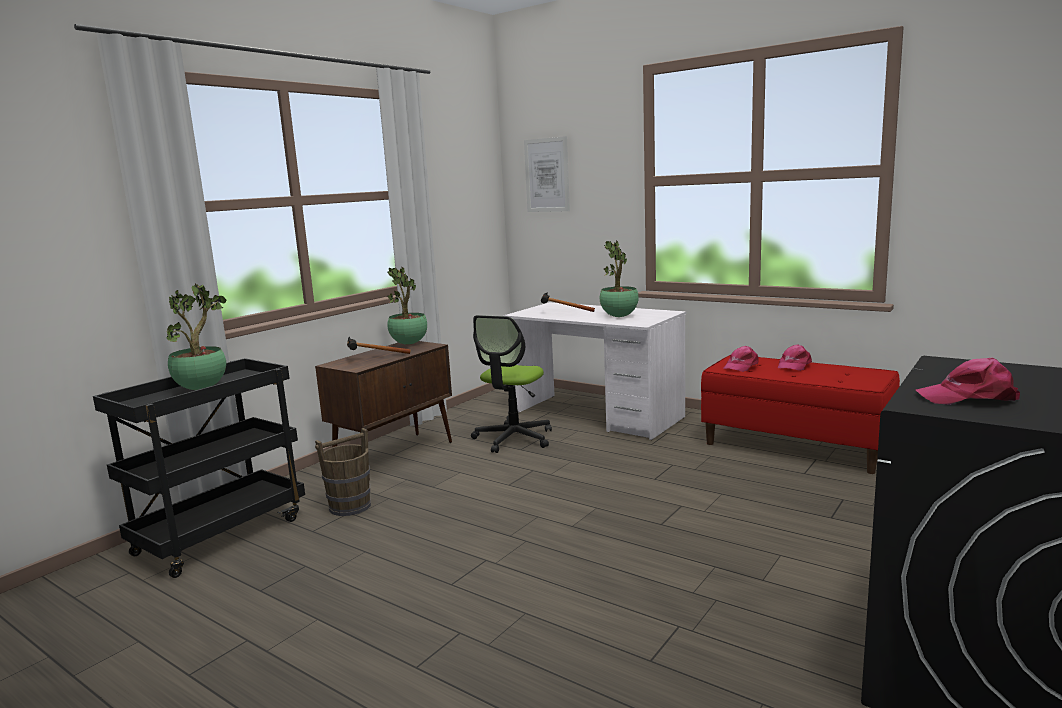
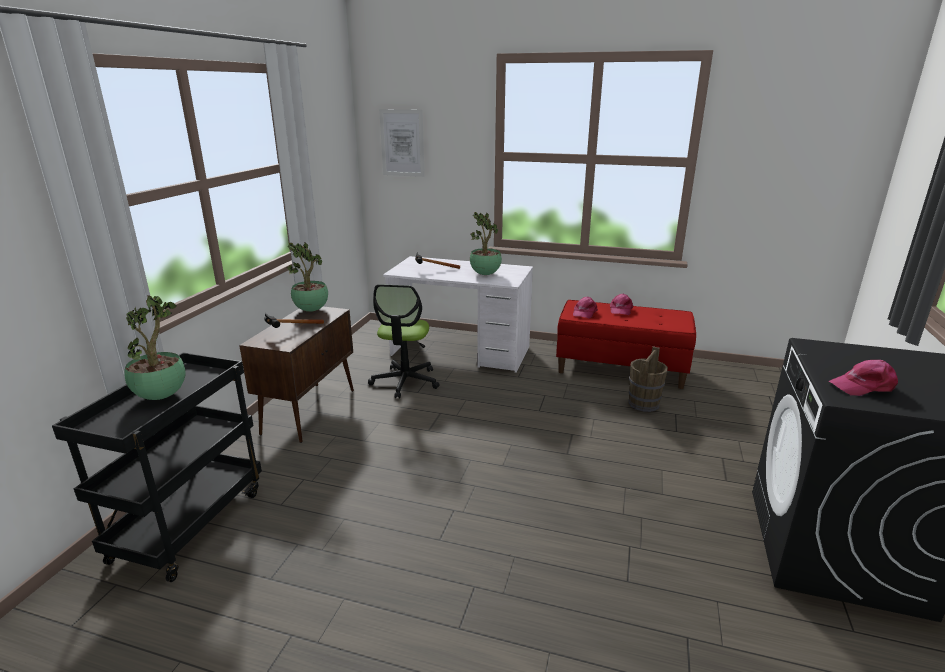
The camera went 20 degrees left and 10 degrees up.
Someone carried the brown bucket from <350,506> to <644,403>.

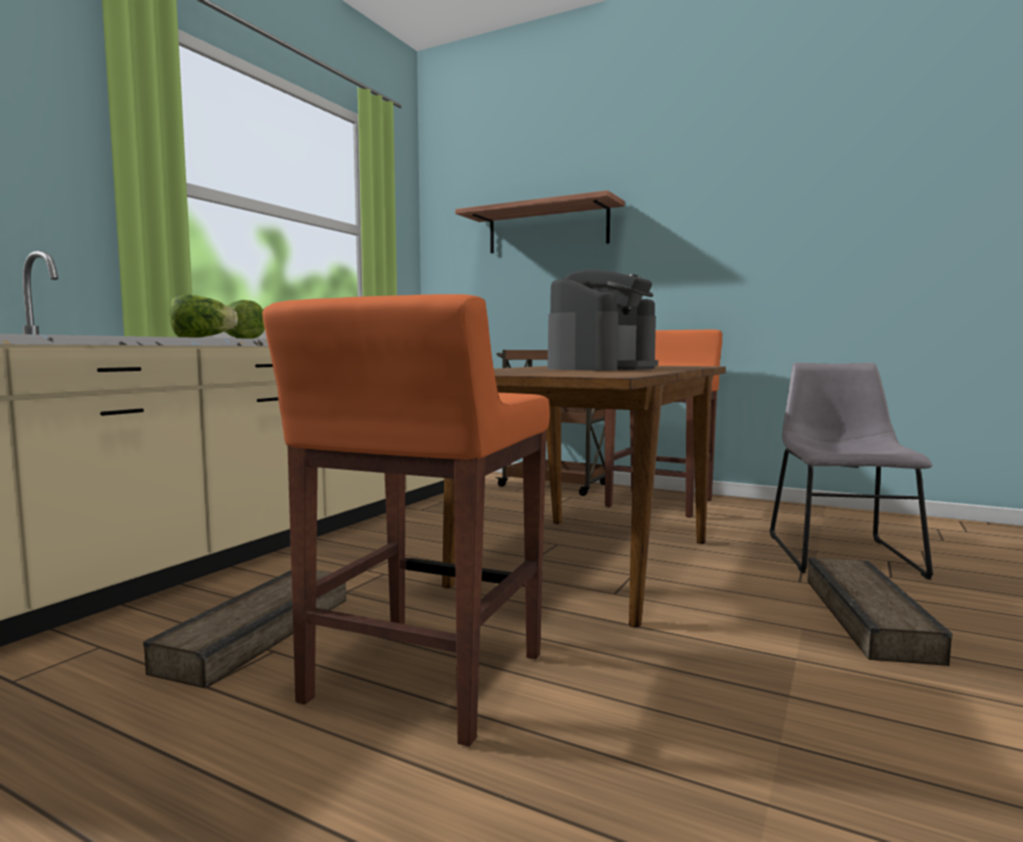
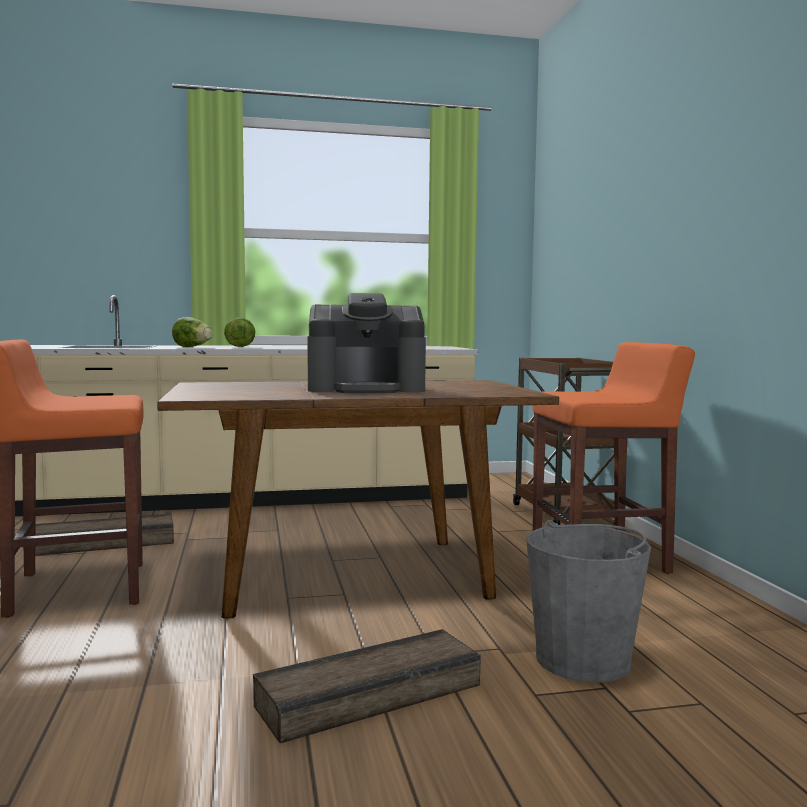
The camera went 50 degrees right and 0 degrees up.
Someone took away the shelf at <547,229>.
Someone swapped the grey chair at <840,553> for the grey bucket at <583,659>.

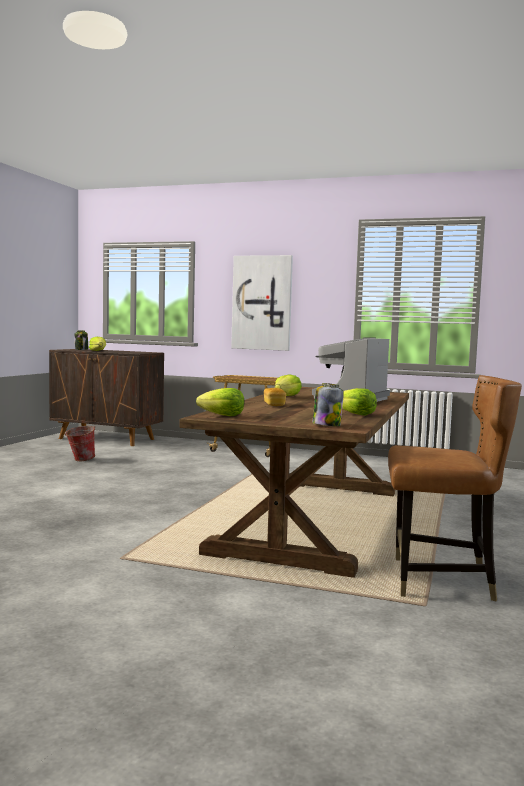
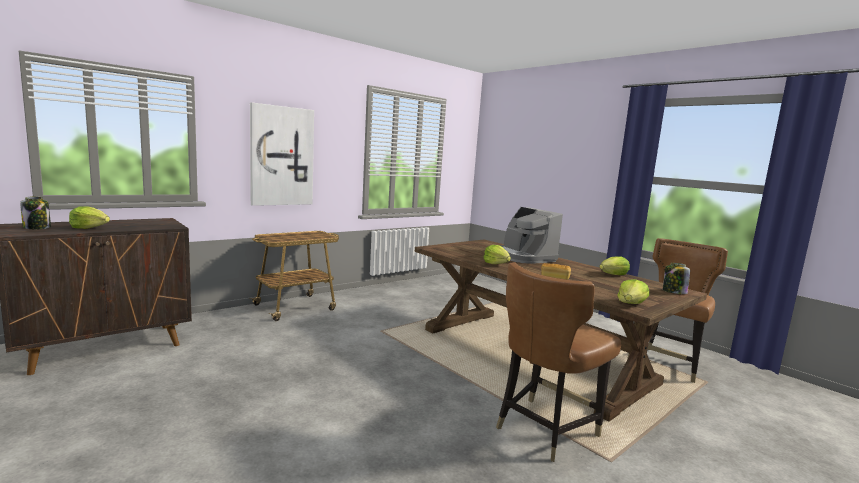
The camera went 60 degrees left and 5 degrees up.
Someone took away the bucket at <80,460>.
Someone put down the brown chair at <544,429>.

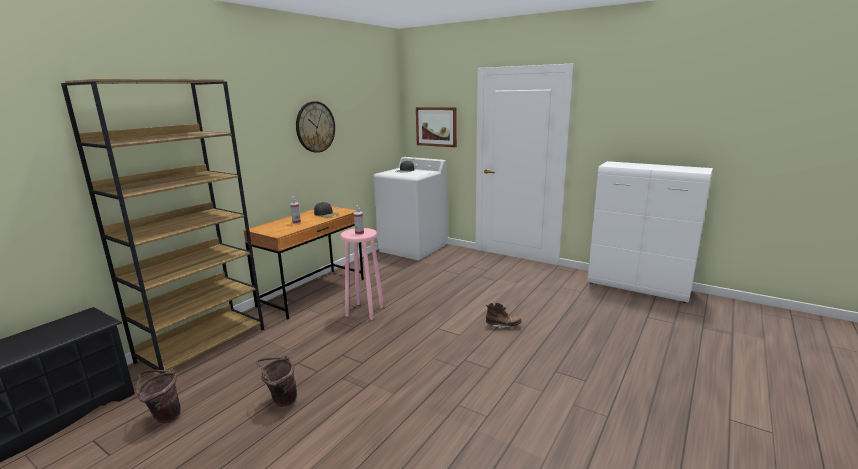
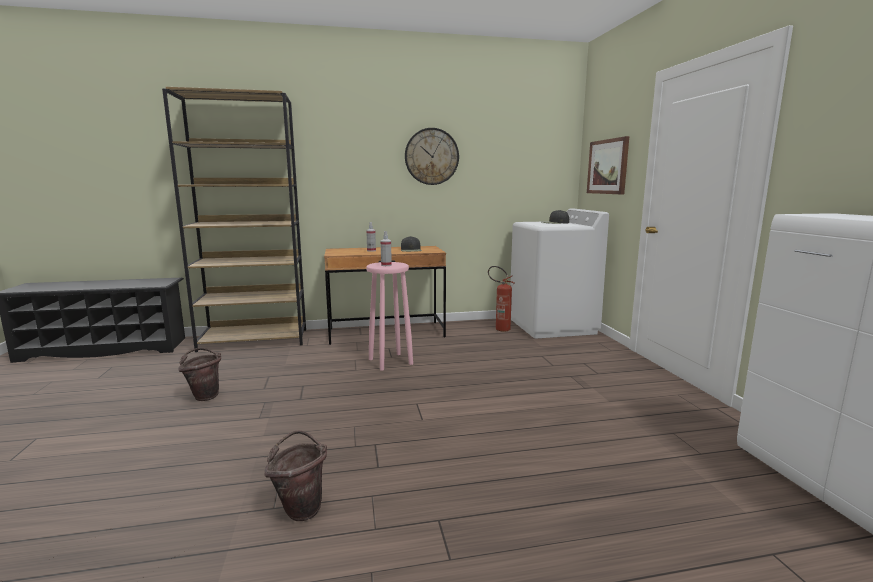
The camera went 45 degrees right and 5 degrees down.
Someone took away the brown boot at <503,326>.
Someone carried the brown bucket from <164,416> to <301,507>.
Someone put down the fire extinguisher at <499,329>.

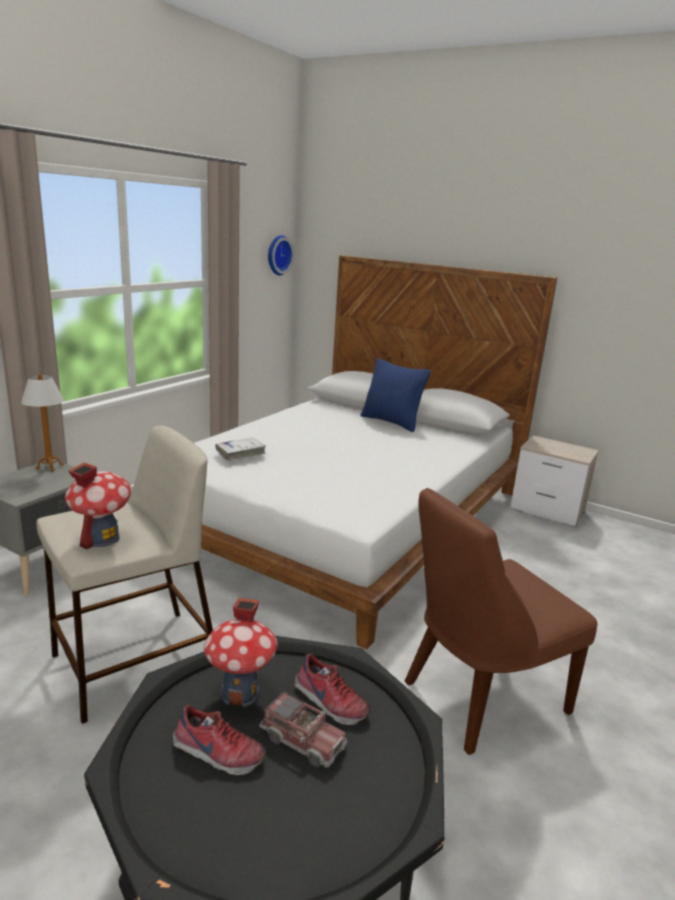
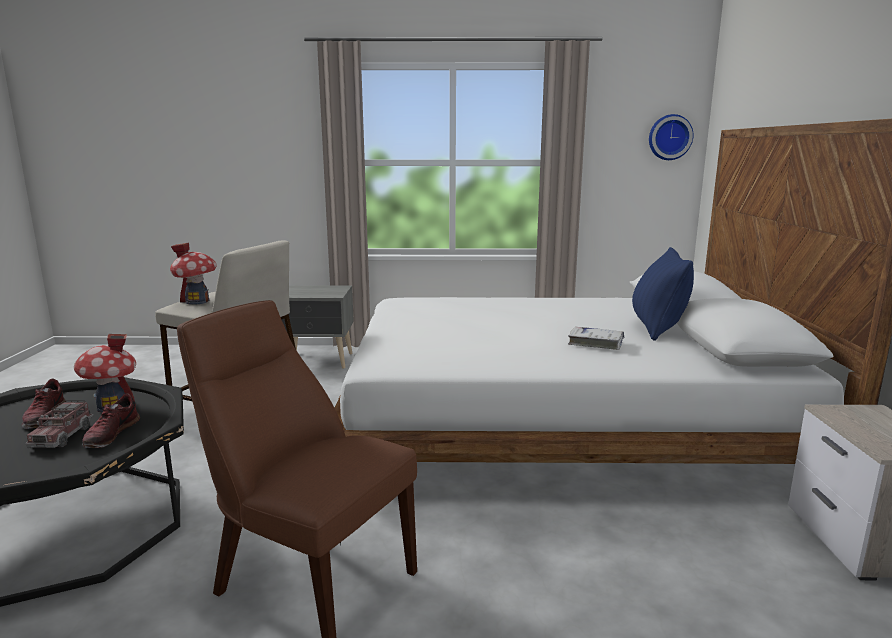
The camera went 60 degrees right and 5 degrees down.
Someone took away the table lamp at <49,467>.
Someone carried the white book from <240,453> to <596,343>.

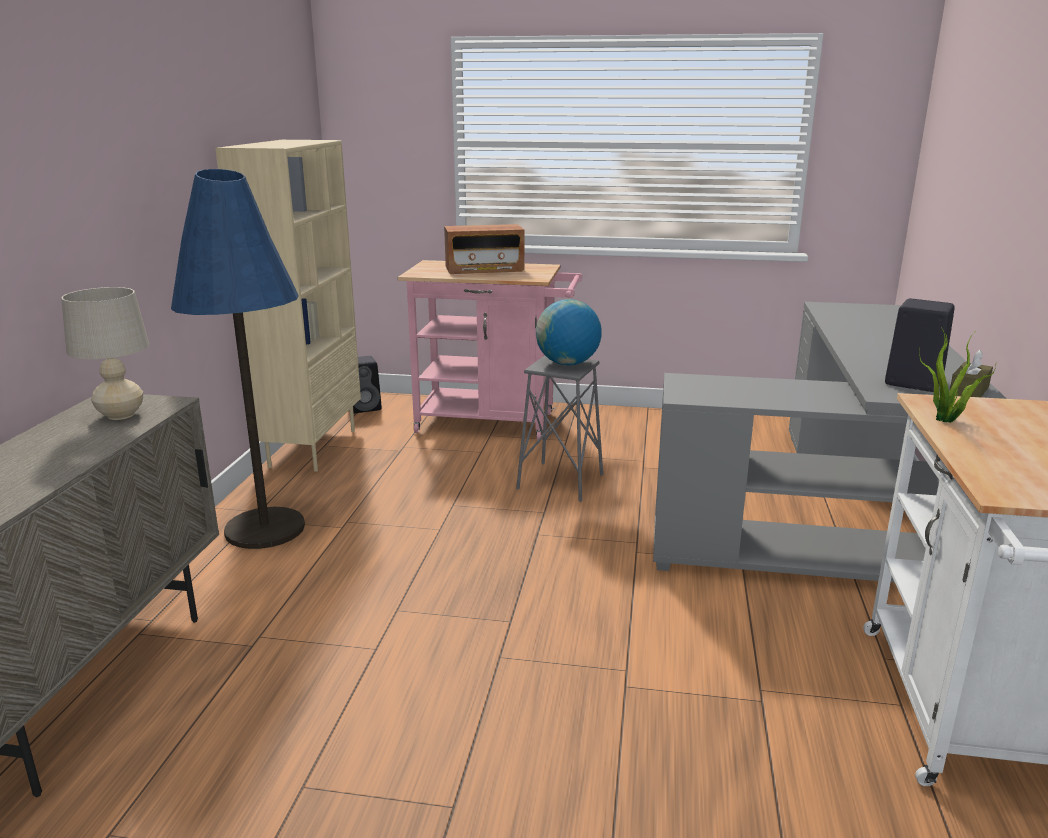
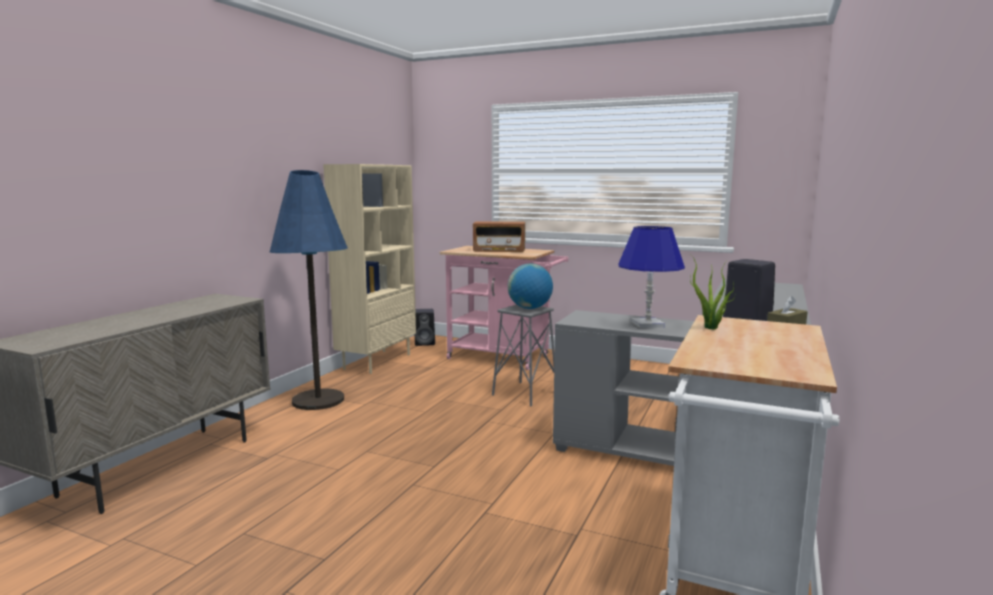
The camera went 15 degrees right and 10 degrees down.
Someone took away the beige table lamp at <121,415>.
Someone put down the blue table lamp at <647,324>.

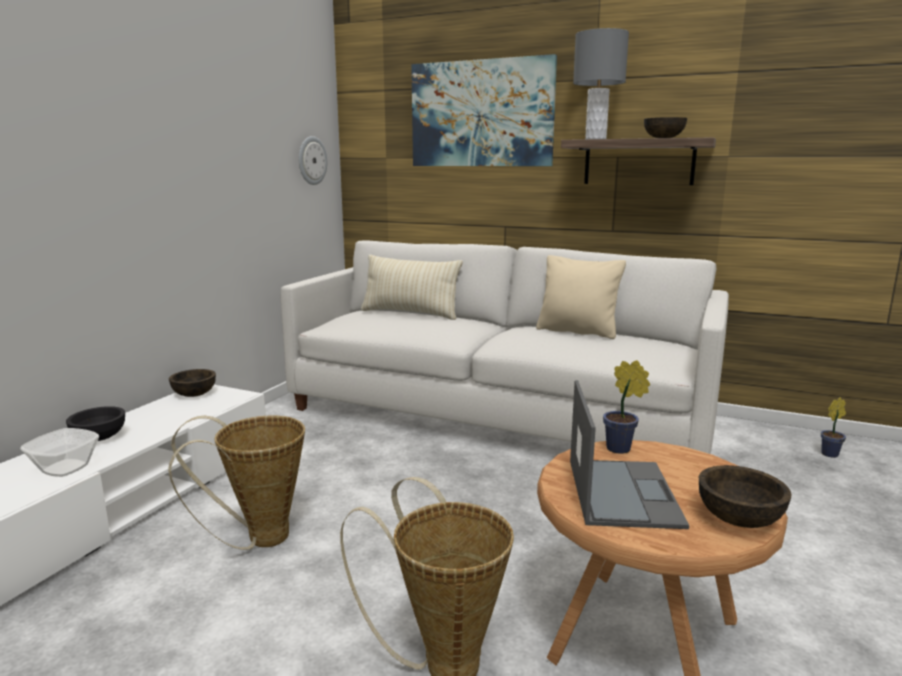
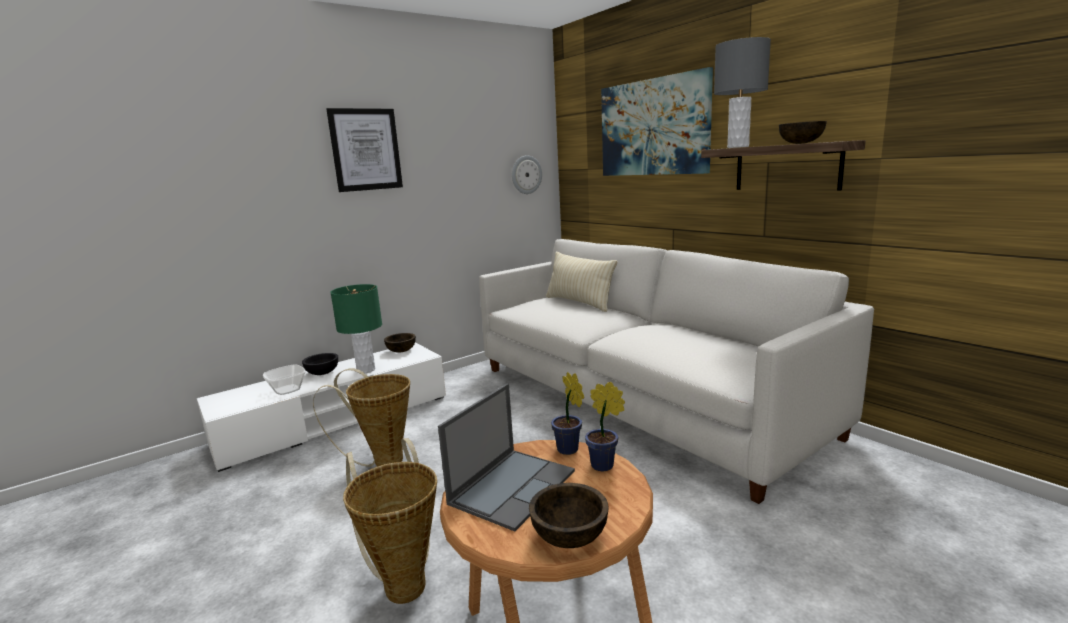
The camera went 30 degrees right and 0 degrees up.
Someone took away the beige pillow at <577,332>.
Someone carried the potted plant from <831,454> to <605,466>.
Someone put up the picture at <365,150>.
Someone put down the green table lamp at <366,370>.

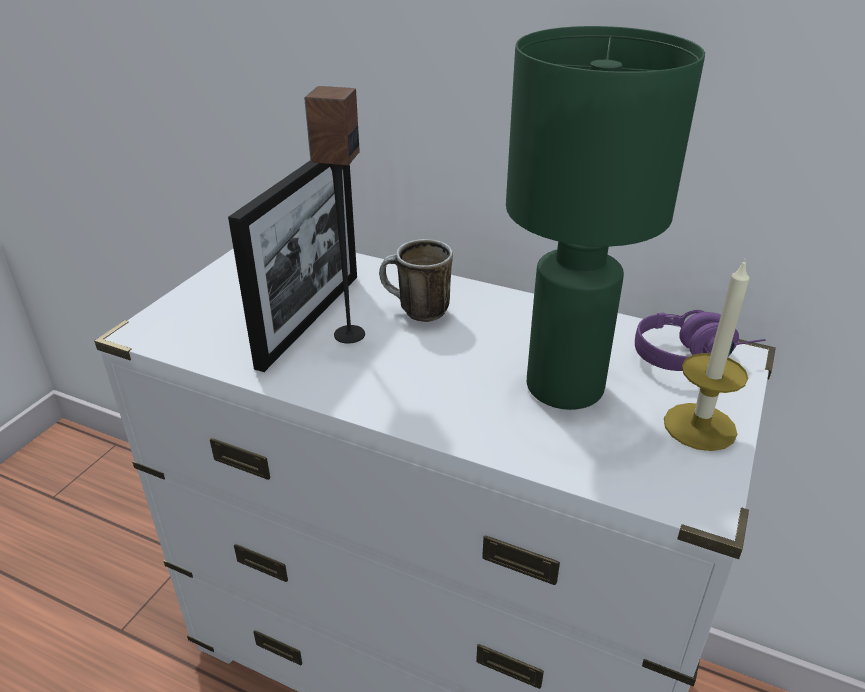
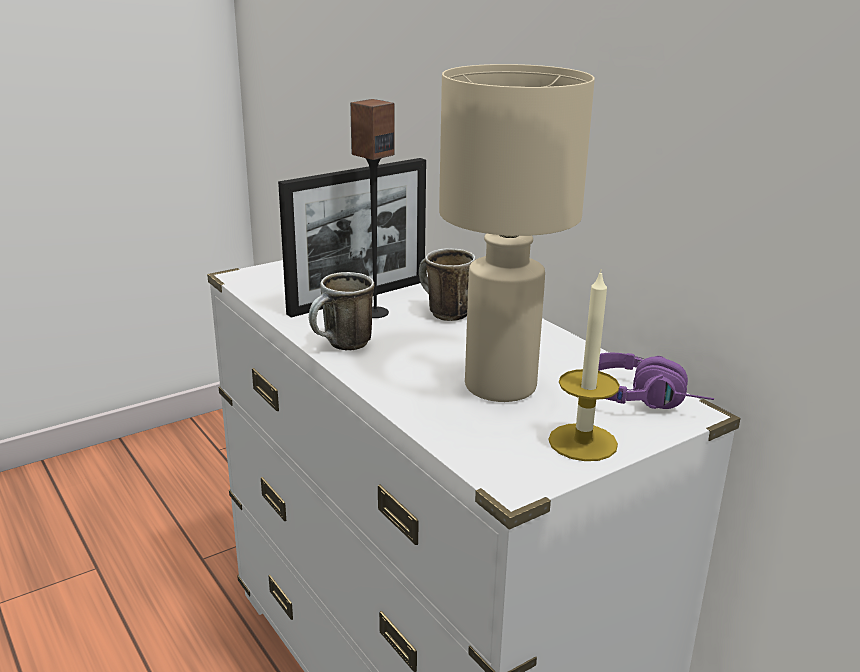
The camera went 30 degrees right and 10 degrees down.
Someone repainted the green table lamp at <566,386>, which became the beige table lamp at <502,386>.
Someone put down the mug at <343,346>.

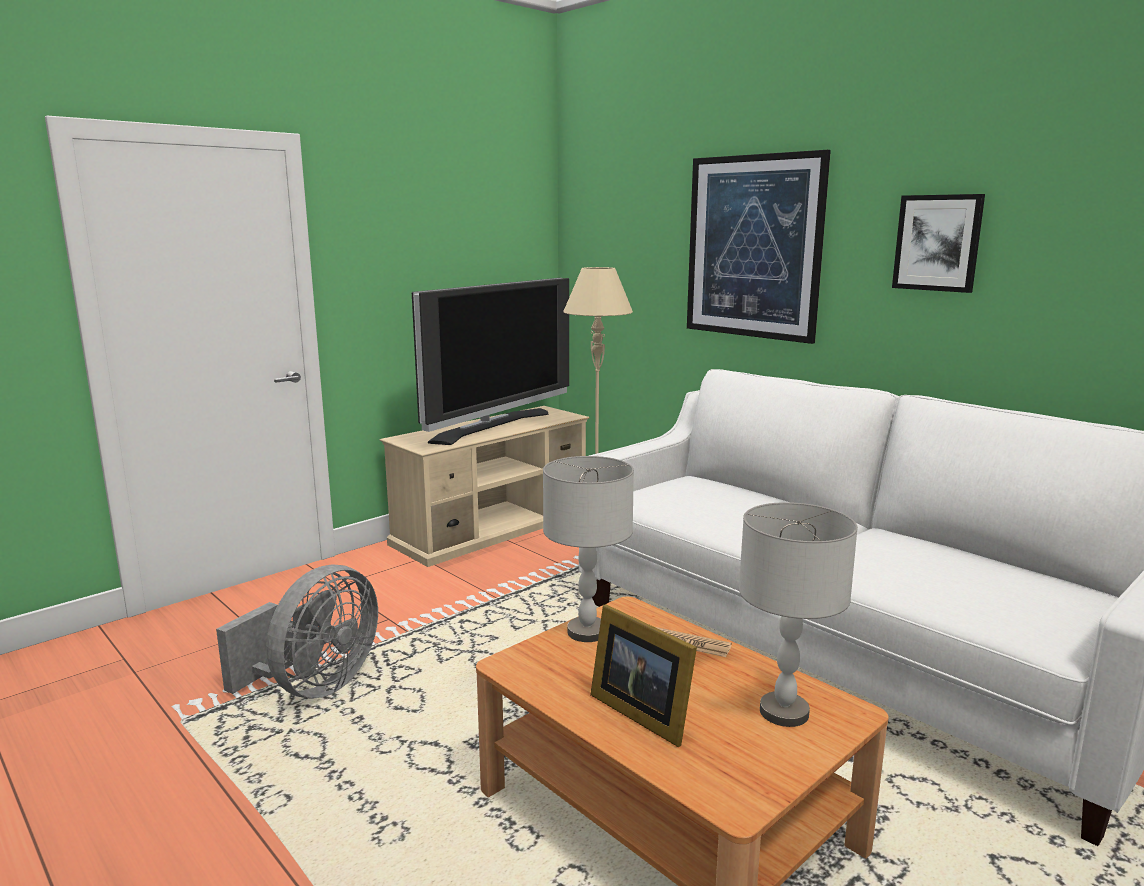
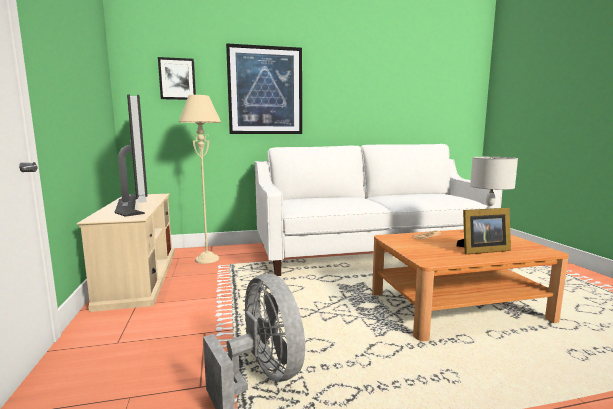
The camera went 60 degrees left and 5 degrees down.
Someone carried the picture from <937,243> to <177,79>.
Someone took away the grey table lamp at <587,632>.

